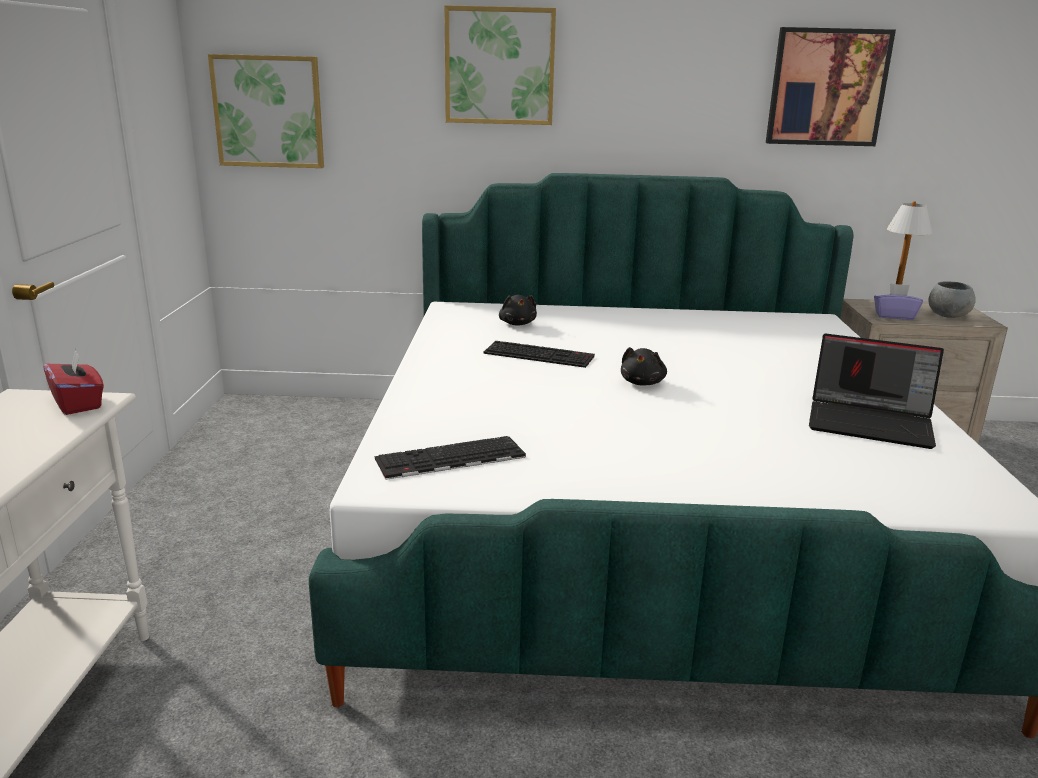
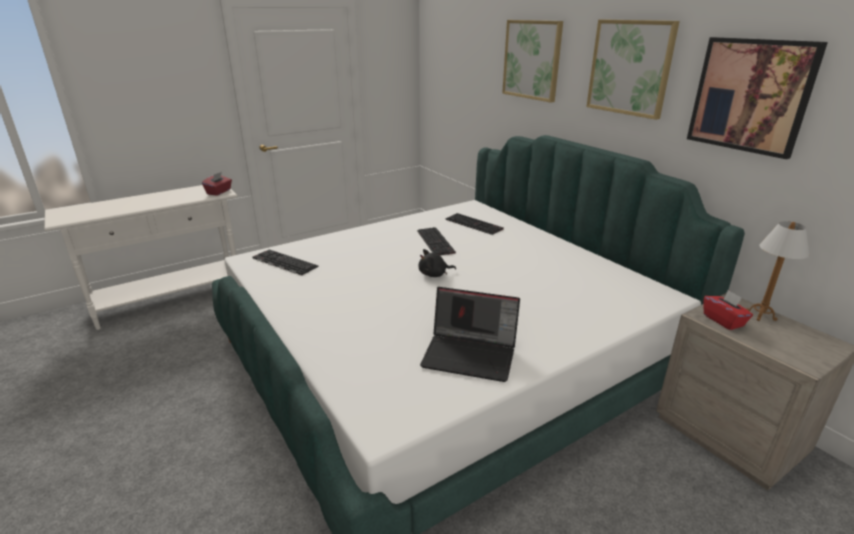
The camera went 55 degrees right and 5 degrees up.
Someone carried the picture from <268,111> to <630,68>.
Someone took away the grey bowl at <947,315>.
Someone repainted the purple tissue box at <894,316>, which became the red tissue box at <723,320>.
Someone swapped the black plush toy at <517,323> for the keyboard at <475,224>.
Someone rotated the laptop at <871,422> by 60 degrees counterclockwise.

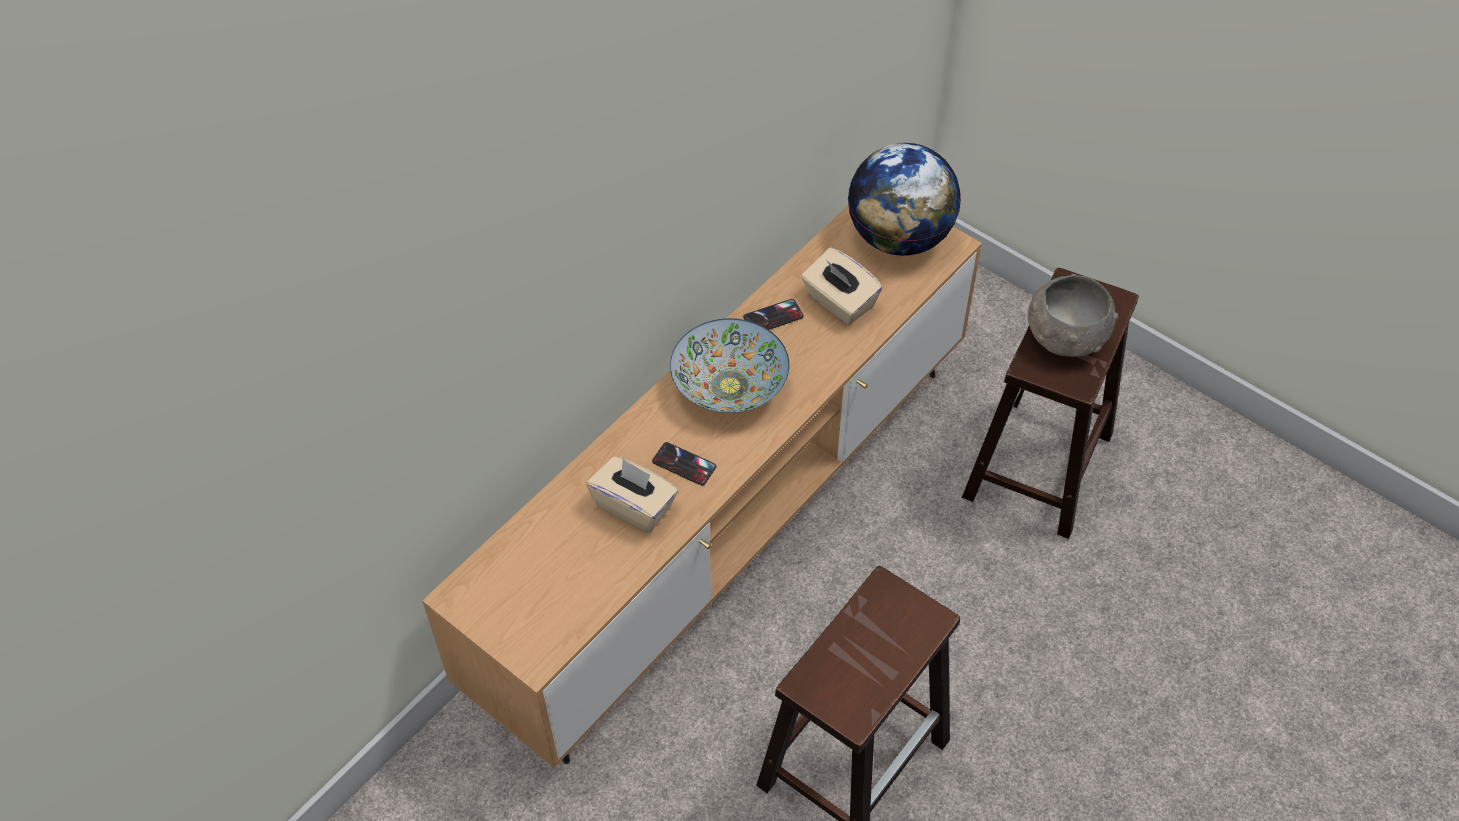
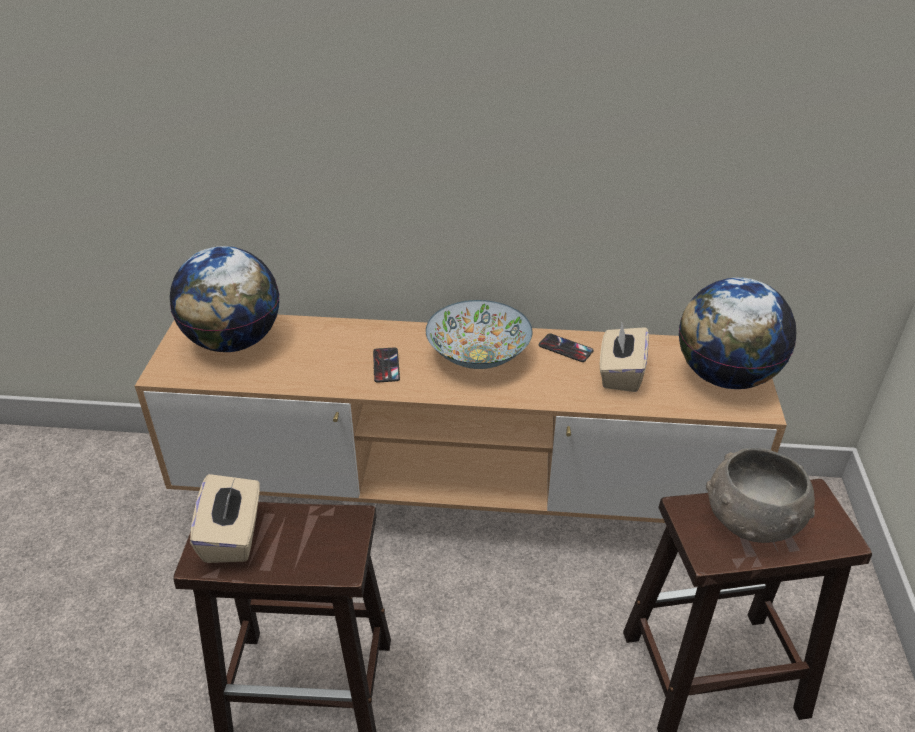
The camera went 55 degrees right and 15 degrees down.
Someone carried the beige tissue box from <634,506> to <233,536>.
Someone put down the globe at <233,342>.

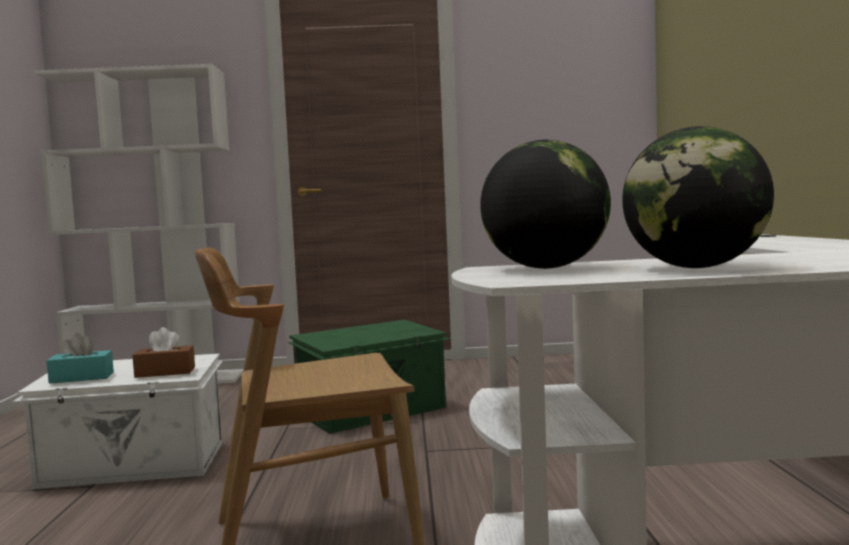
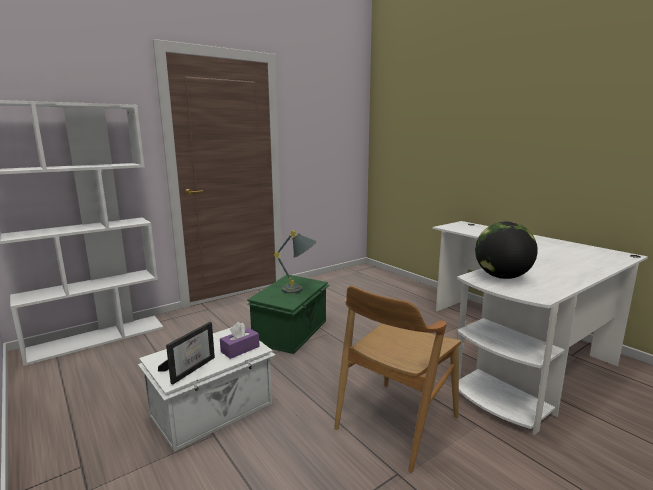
The camera went 35 degrees left and 10 degrees up.
Someone took away the globe at <696,267>.
Someone repainted the brown tissue box at <165,372>, which became the purple tissue box at <240,349>.
Someone swapped the turquoise tissue box at <82,378> for the picture frame at <190,368>.
Someone put down the grey table lamp at <300,290>.

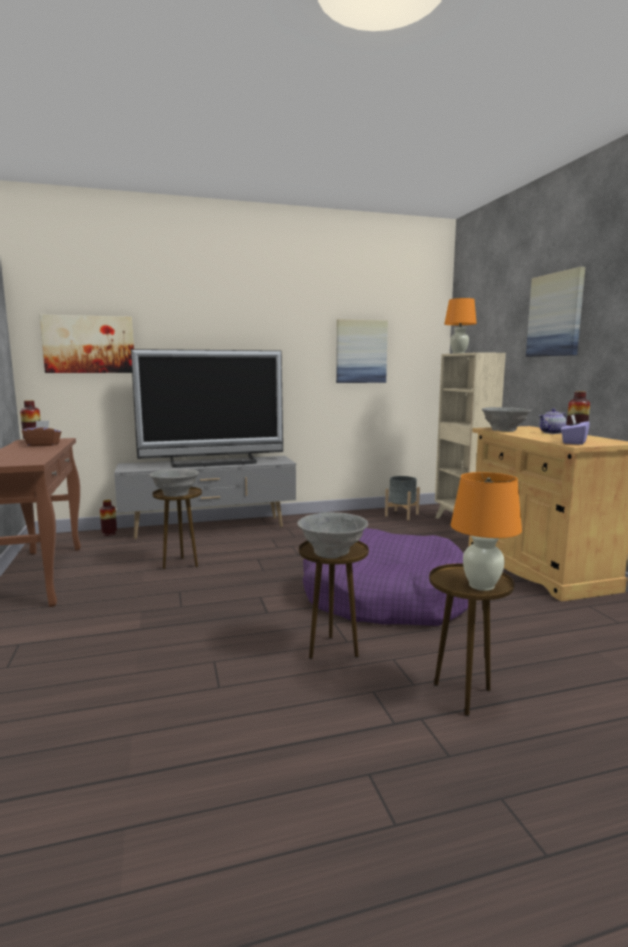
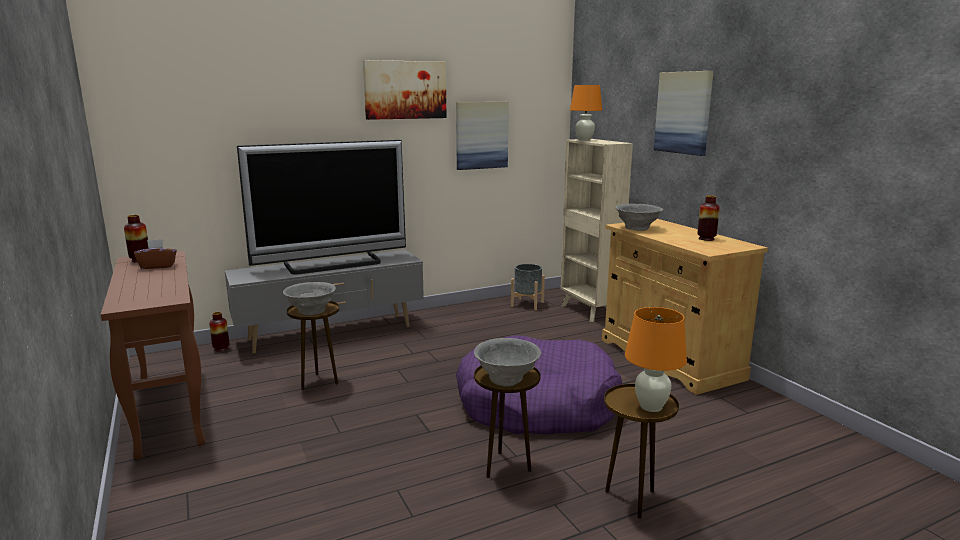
The camera went 10 degrees left and 5 degrees up.
Someone carried the picture from <89,344> to <405,90>.
Someone took away the teapot at <552,433>.
Someone took away the purple tissue box at <573,442>.

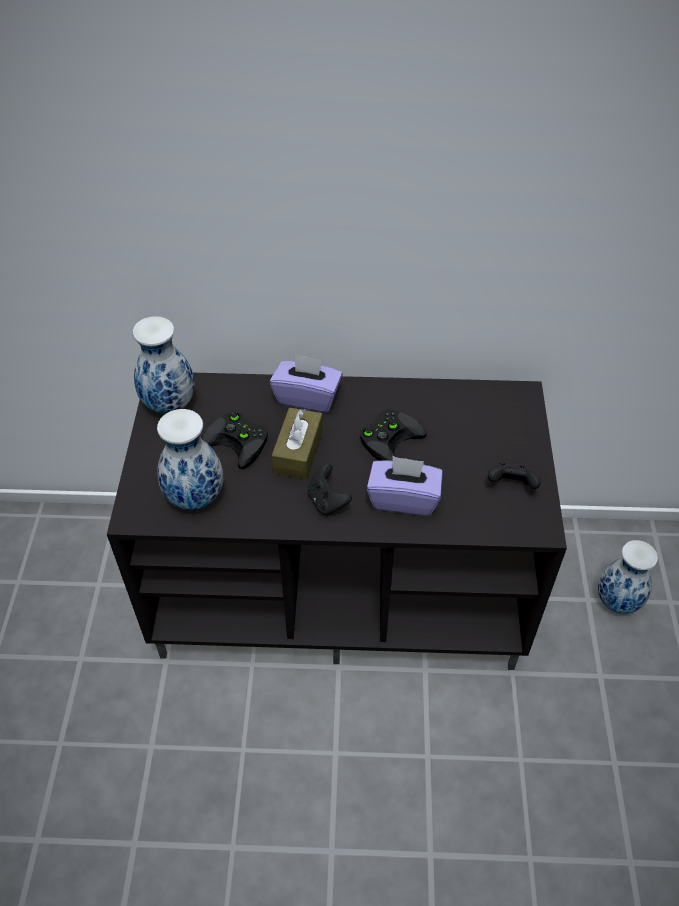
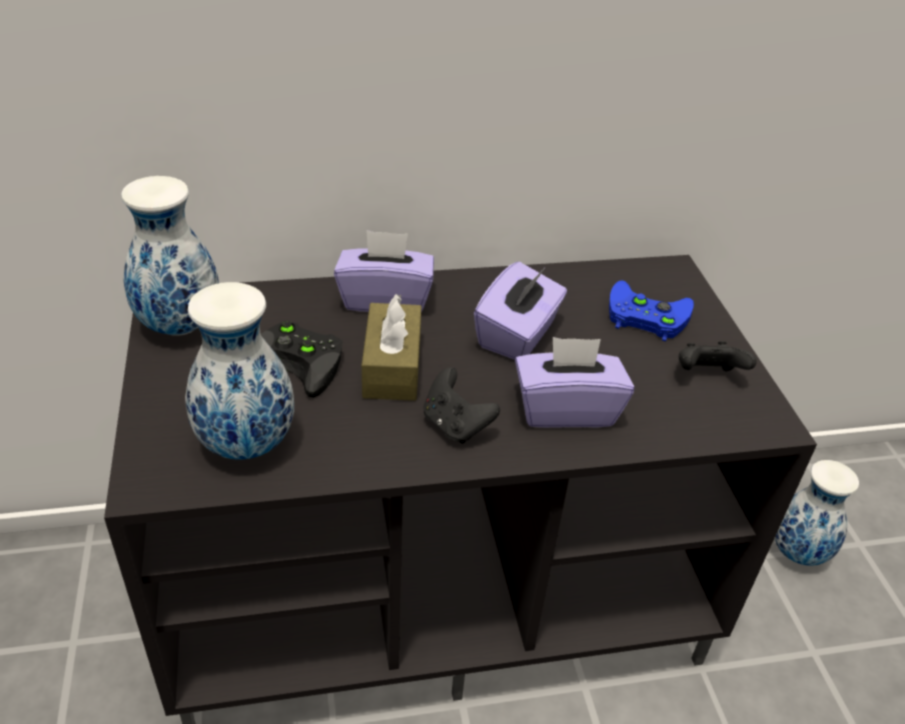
The camera went 15 degrees left and 10 degrees down.
Someone swapped the black game controller at <390,437> for the purple tissue box at <518,335>.
Someone put down the blue game controller at <644,316>.

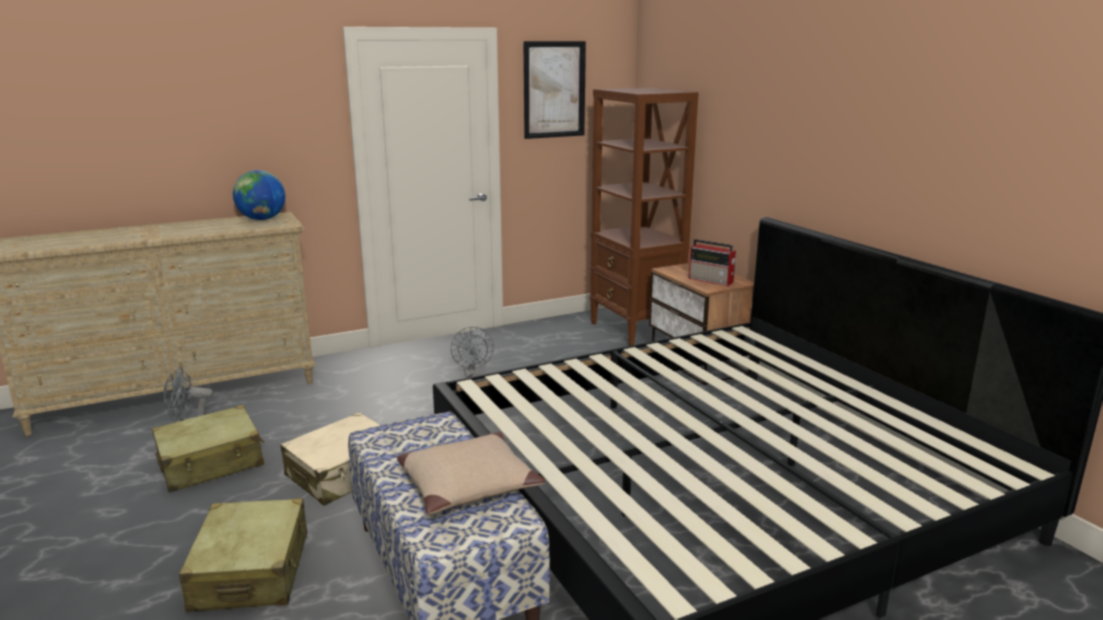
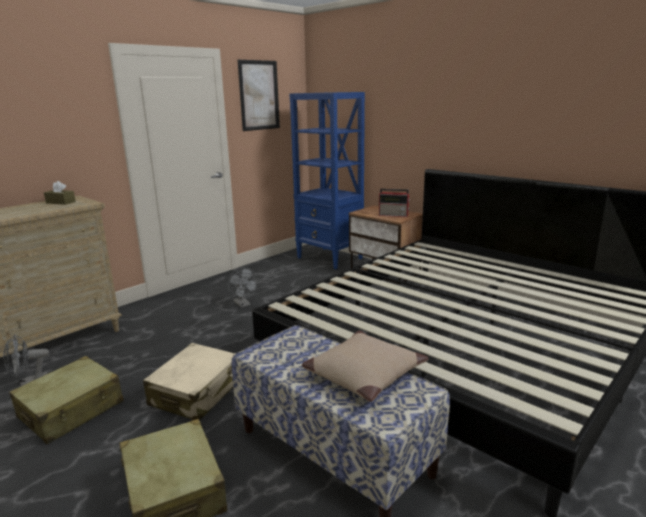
The camera went 20 degrees left and 0 degrees up.
Someone repainted the brown bookcase at <635,331>, which became the blue bookcase at <330,258>.
Someone swapped the globe at <262,219> for the brown tissue box at <60,202>.

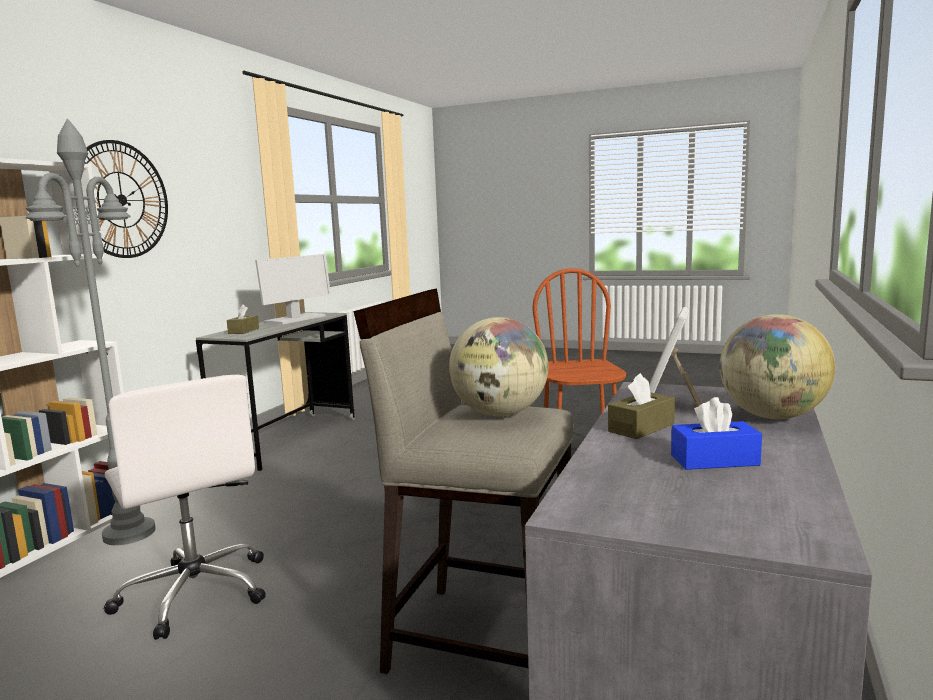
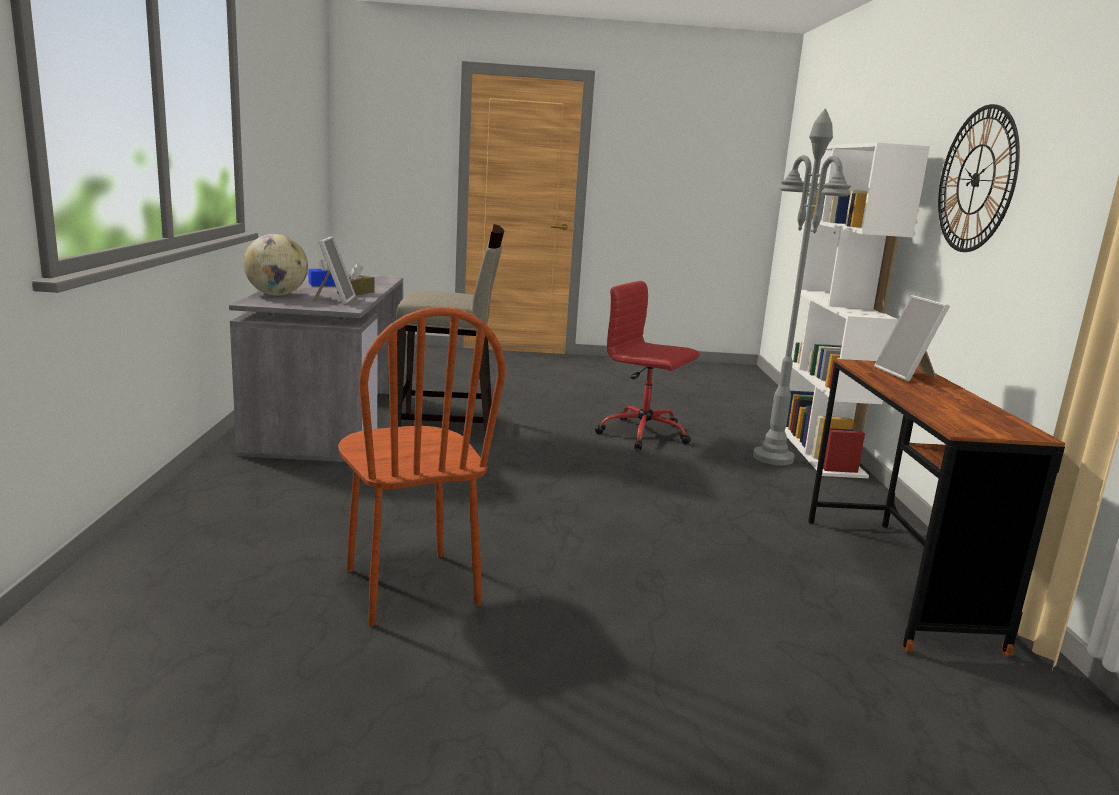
The camera went 155 degrees right and 5 degrees up.
Someone took away the monitor at <295,319>.
Someone swapped the brown tissue box at <244,331> for the picture frame at <907,374>.
Someone repainted the grey desk at <289,439>, which became the brown desk at <894,579>.
Someone took away the globe at <499,414>.
Someone repainted the white office chair at <195,592>, which became the red office chair at <645,434>.

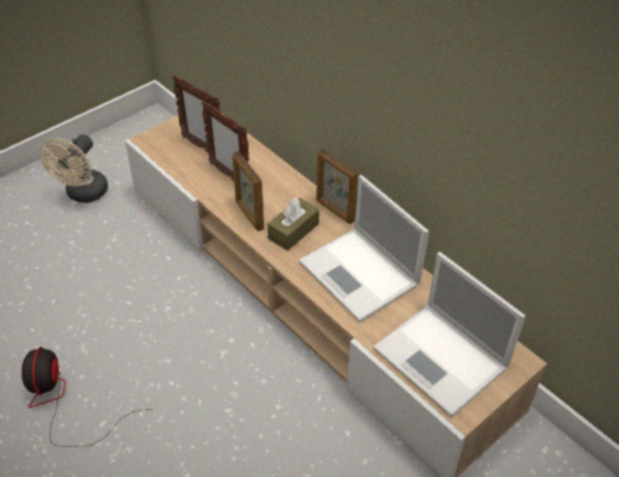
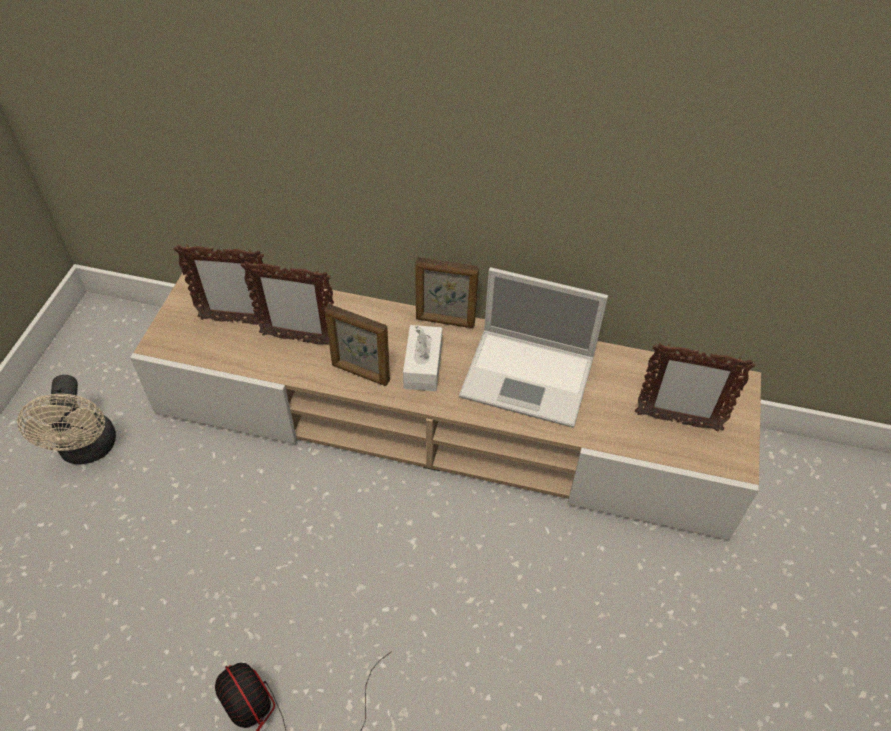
The camera went 35 degrees left and 5 degrees up.
Someone repainted the brown tissue box at <293,231>, which became the white tissue box at <423,366>.
Someone swapped the laptop at <442,359> for the picture frame at <677,421>.

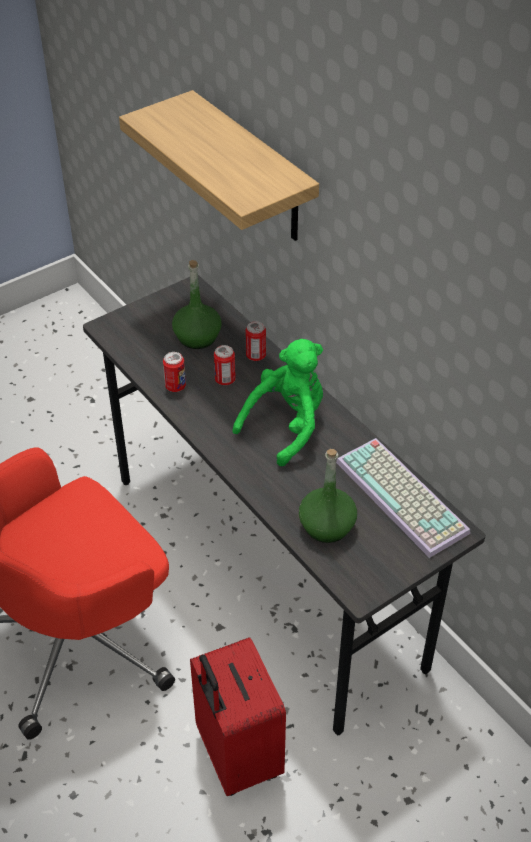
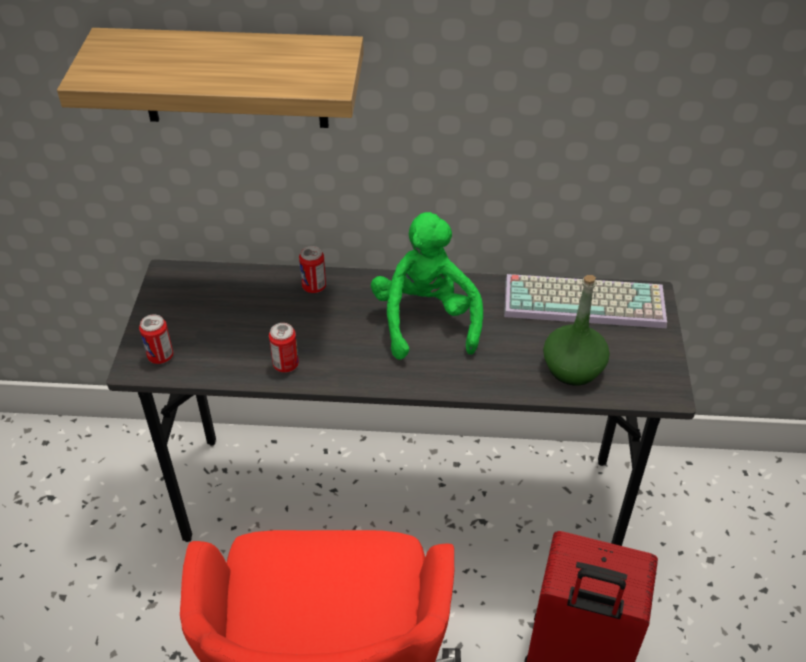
The camera went 50 degrees left and 0 degrees up.
Someone took away the green bottle at <197,337>.
Someone carried the can from <225,380> to <160,356>.

